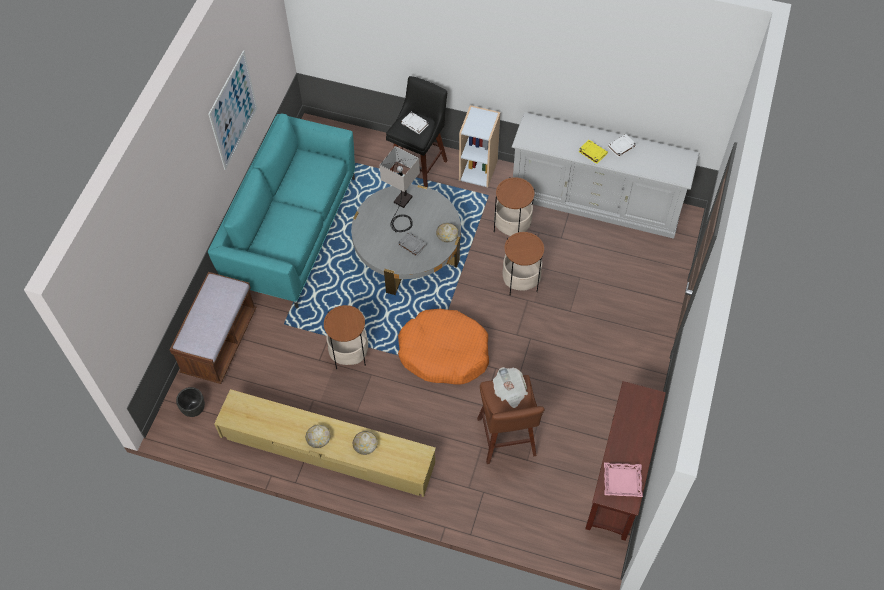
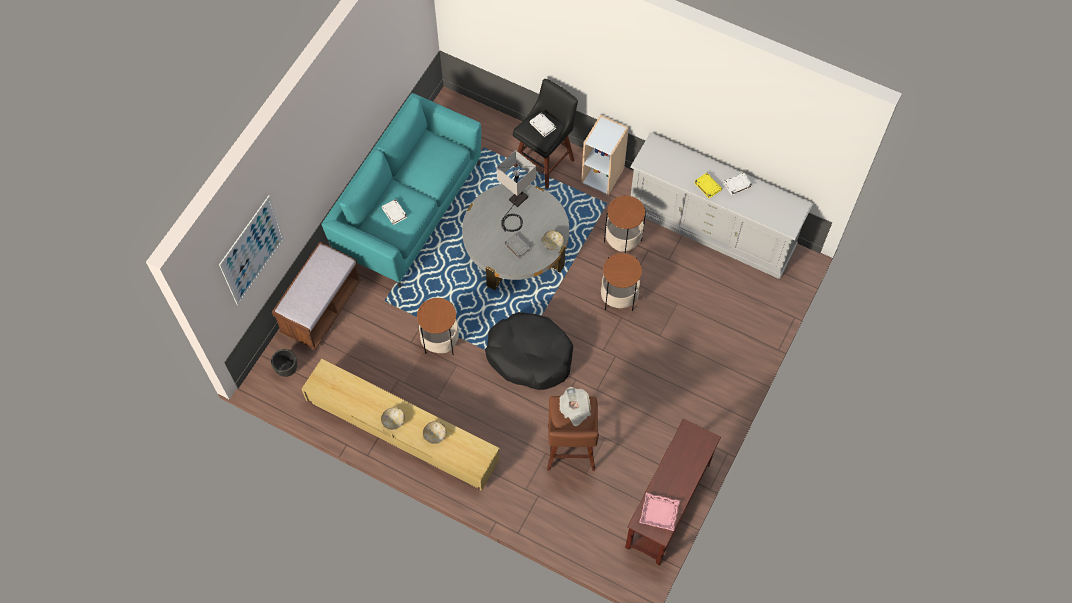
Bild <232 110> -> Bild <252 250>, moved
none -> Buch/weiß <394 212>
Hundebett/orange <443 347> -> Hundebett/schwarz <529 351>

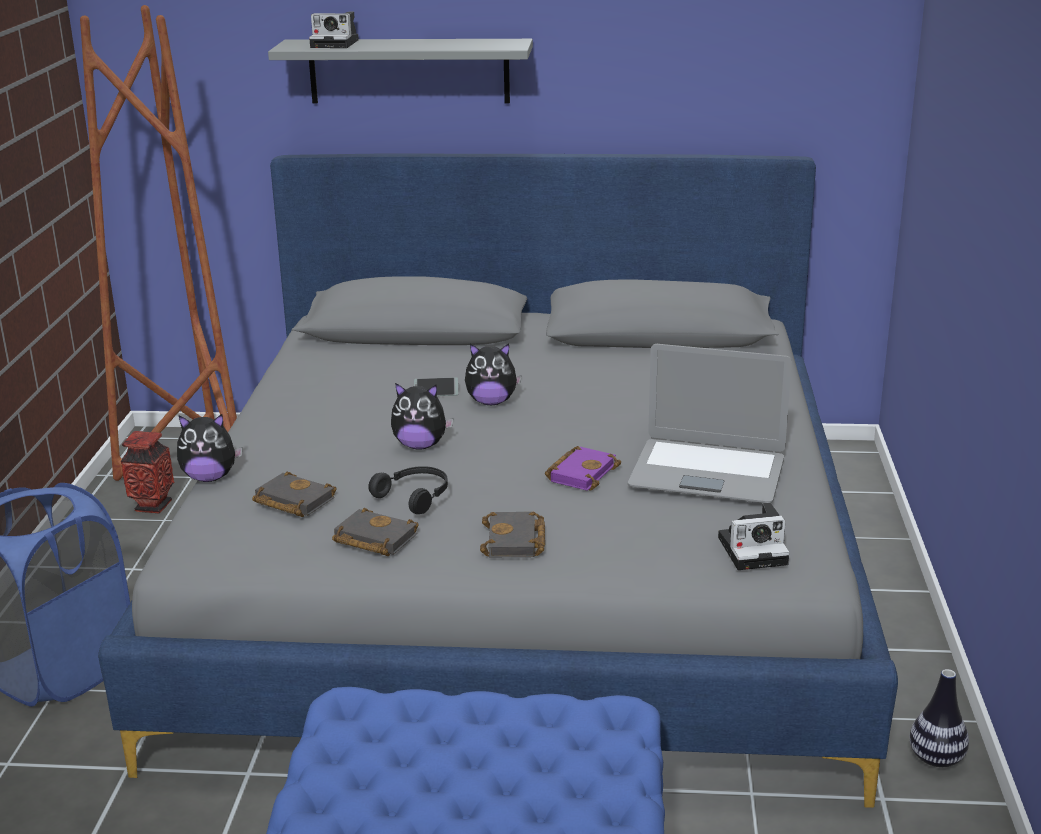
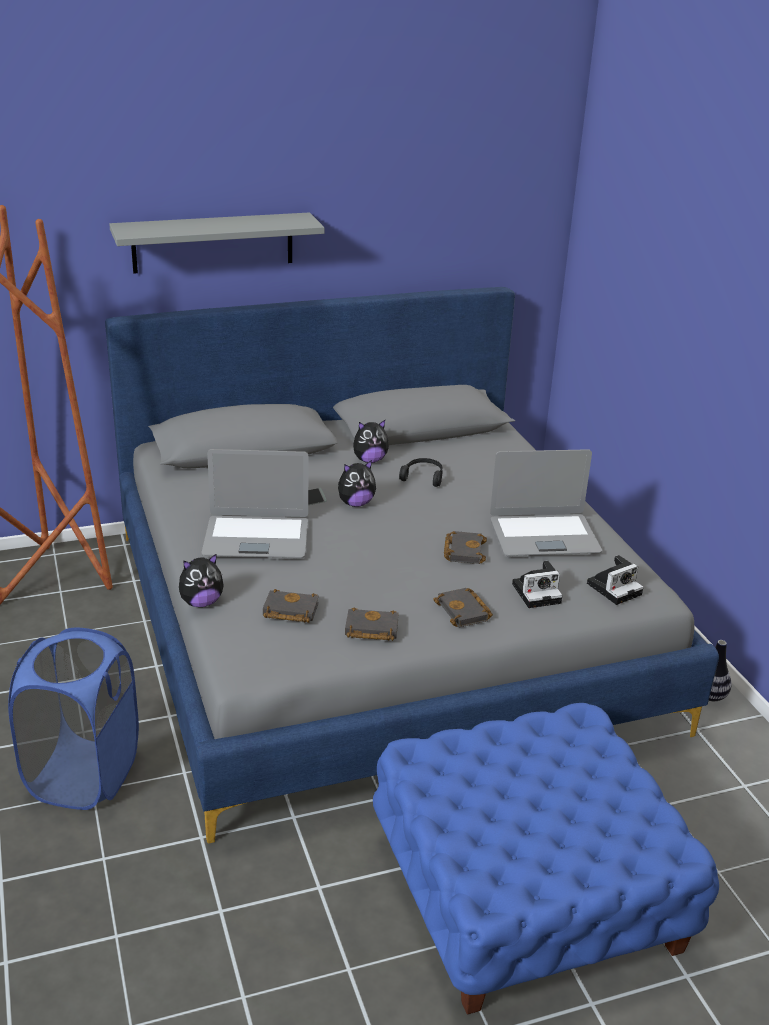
none -> Laptop <255 503>
Plüschtier <422 416> -> Plüschtier <371 441>, moved
Kopfhörer/schwarz <408 490> -> Kopfhörer/schwarz <421 472>, moved
Buch/lila <583 468> -> Buch/schwarz <465 547>
Kamera <334 30> -> Kamera <537 584>, moved
Vase <147 472> -> none

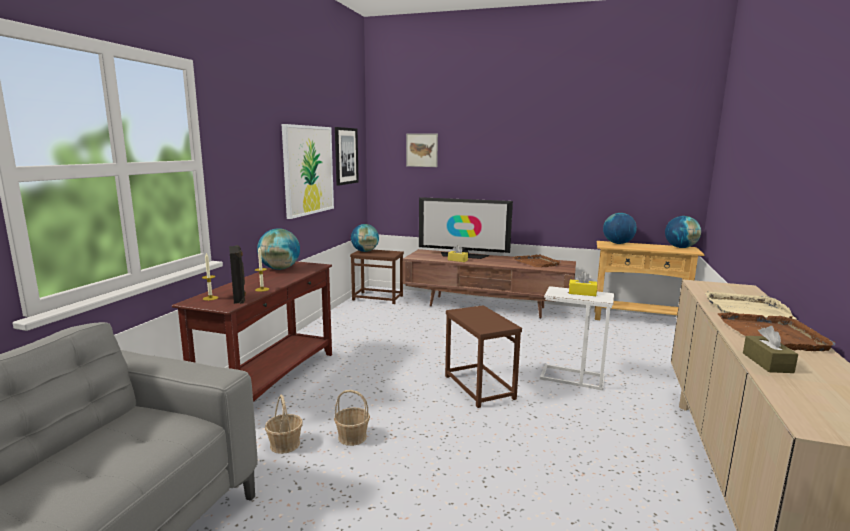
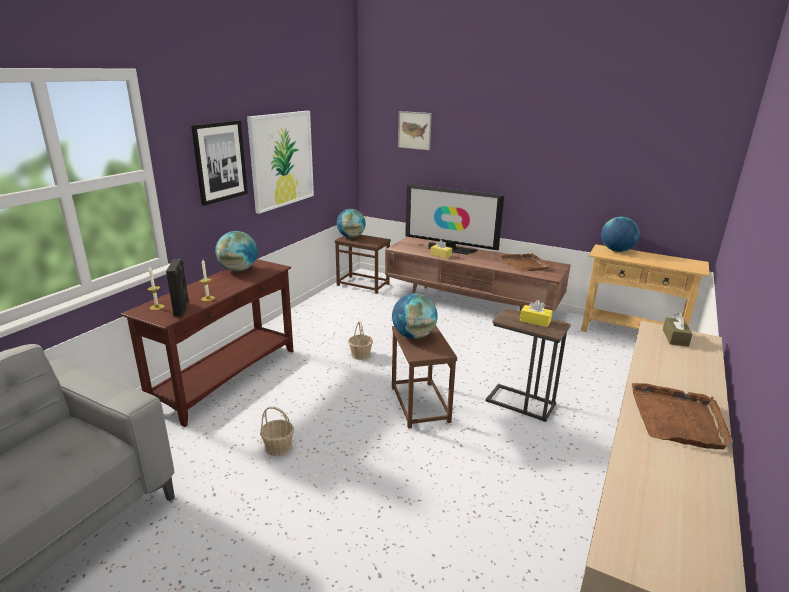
Bild <347 156> -> Bild <219 163>, moved
Korb <284 424> -> Korb <360 340>, moved
Globus <683 232> -> Globus <415 316>, moved
Beistelltisch/weiß <577 338> -> Beistelltisch/braun <528 365>
Taschentuchbox/braun <770 349> -> Taschentuchbox/braun <677 329>, moved
Tablett/beige <751 304> -> none

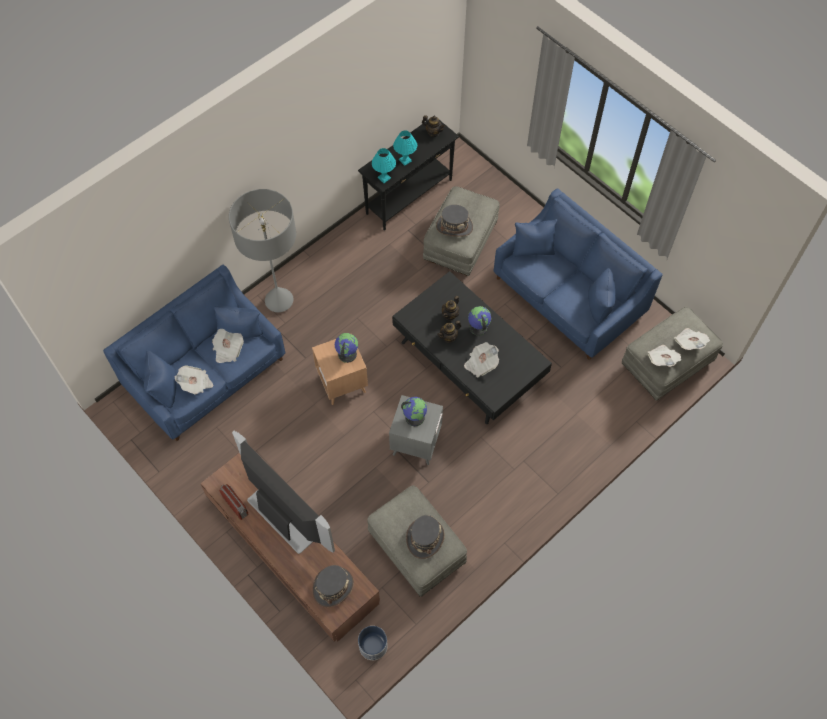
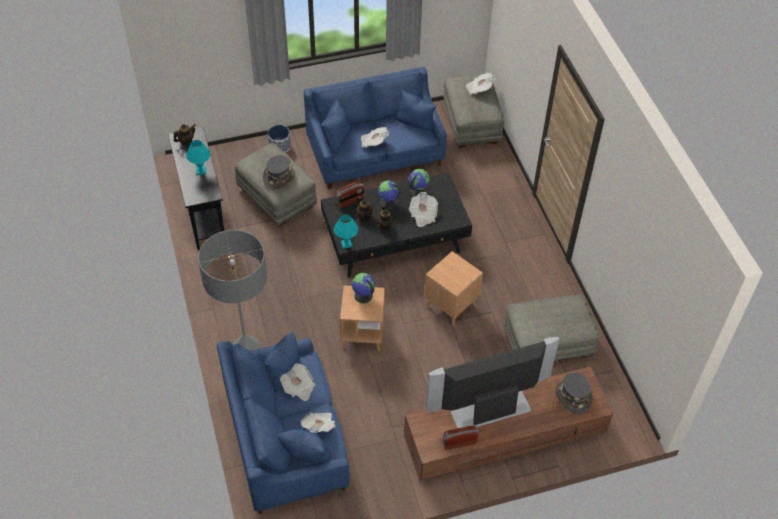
Pflanzkübel <373 643> -> Pflanzkübel <279 139>, moved
Tischlampe/türkis <384 165> -> Tischlampe/türkis <346 232>, moved
none -> Radio <350 194>
Zeitung <664 356> -> Zeitung <375 137>, moved
Globus <414 411> -> Globus <419 182>, moved
Beistelltisch/grau <416 430> -> Beistelltisch/braun <453 288>
Hut/grau <425 537> -> none

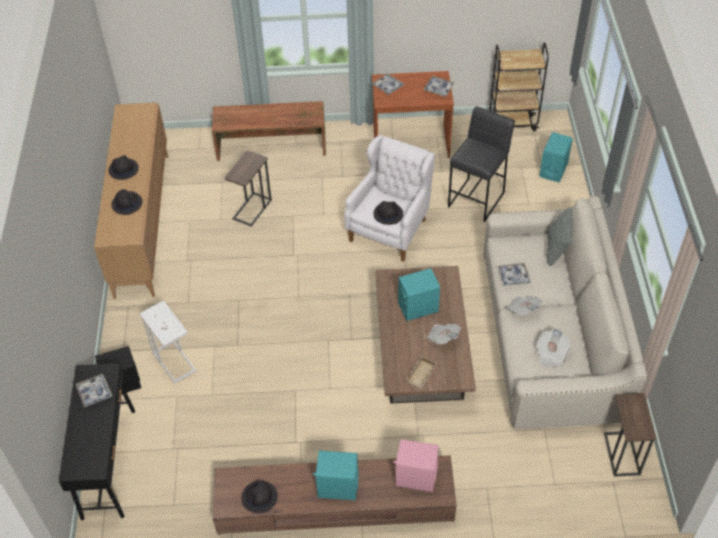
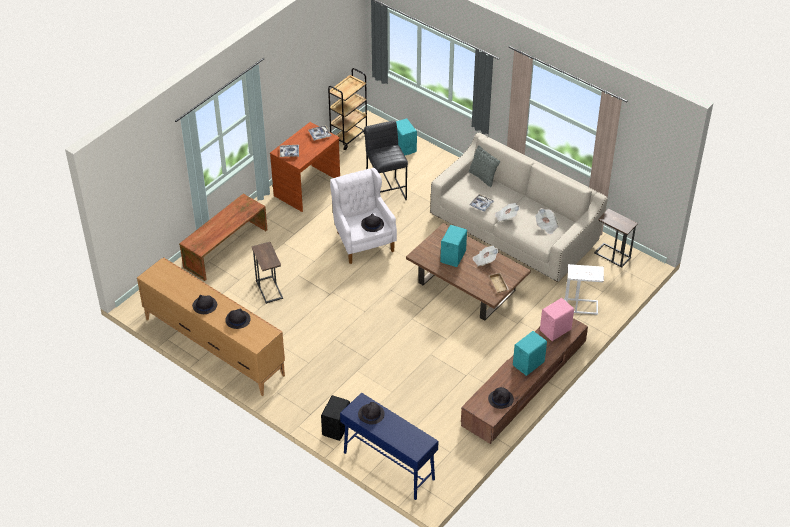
Konsolentisch/schwarz <97 441> -> Konsolentisch/blau <389 446>
Tablett <93 391> -> Hut/schwarz <371 413>
Beistelltisch/weiß <168 342> -> Beistelltisch/weiß <584 289>, moved

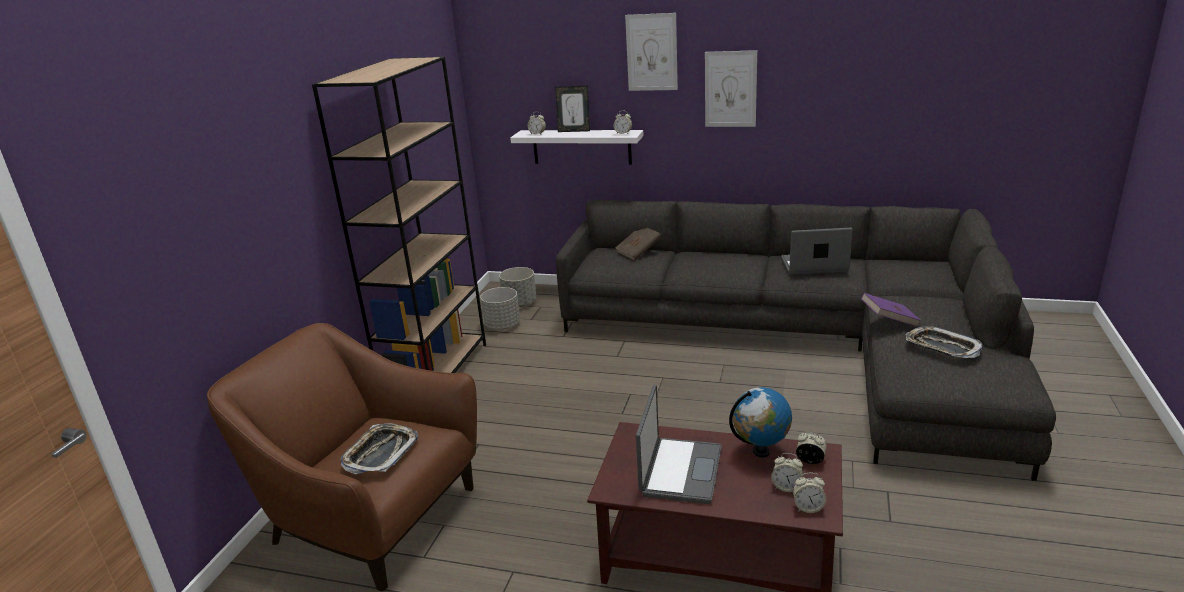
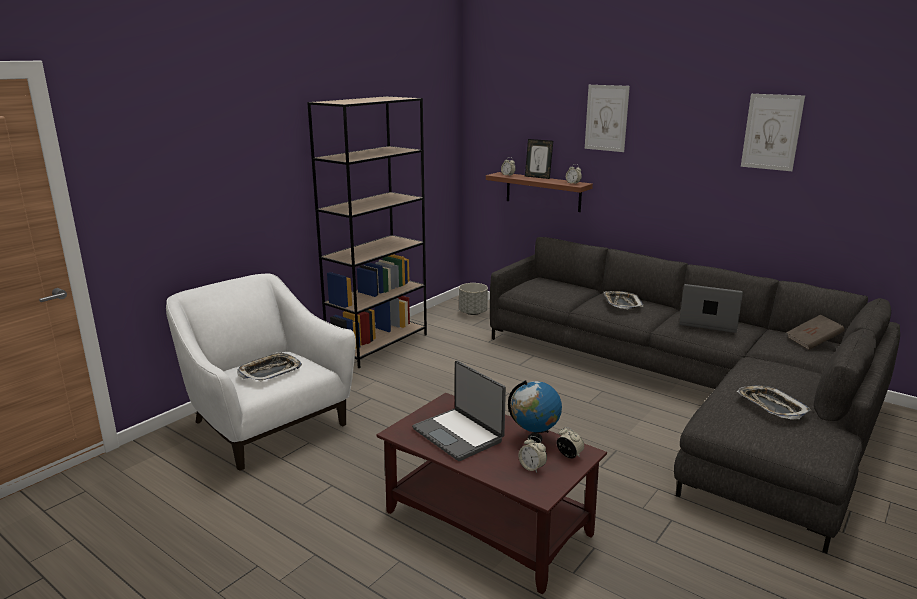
Sessel/braun <342 457> -> Sessel/weiß <261 371>
Laptop <679 444> -> Laptop <459 411>, 105 degrees clockwise
Wandregal/weiß <577 147> -> Wandregal/braun <539 192>
none -> Tablett <623 300>
Bild <731 88> -> Bild <773 132>, moved
Buch/braun <638 244> -> Buch/braun <815 332>, moved
Pflanzkübel/grau <500 308> -> none
Wecker <809 493> -> none
Buch/lila <891 310> -> none

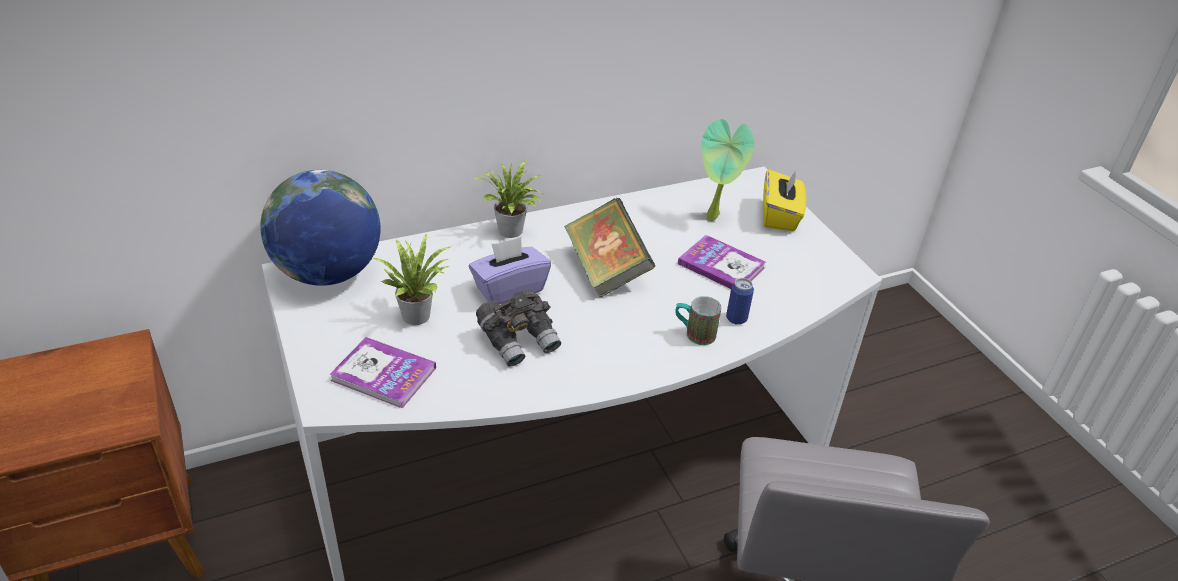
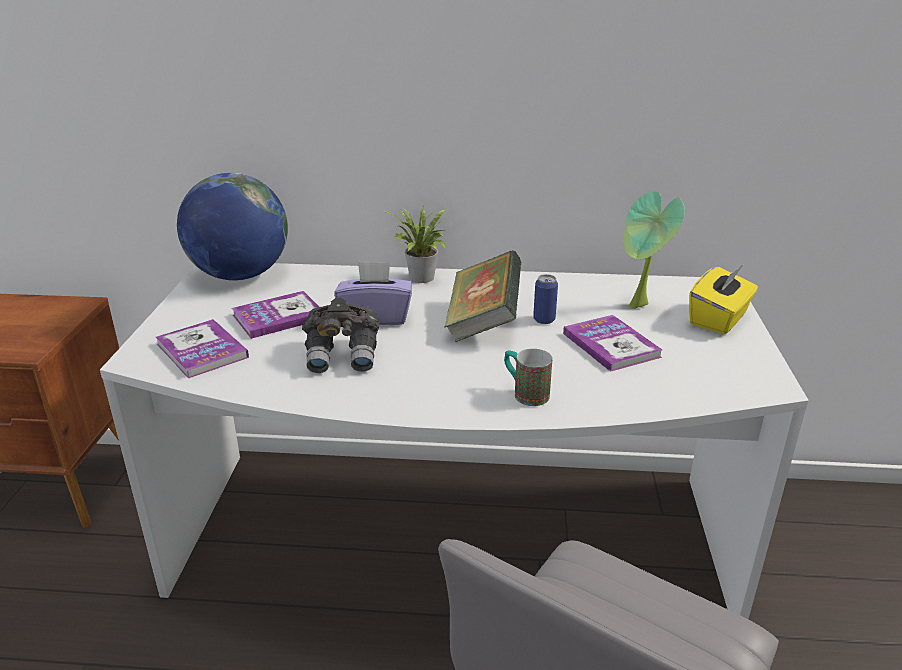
Topfpflanze <413 279> -> Buch <275 315>
Dose <740 301> -> Dose <545 299>, moved

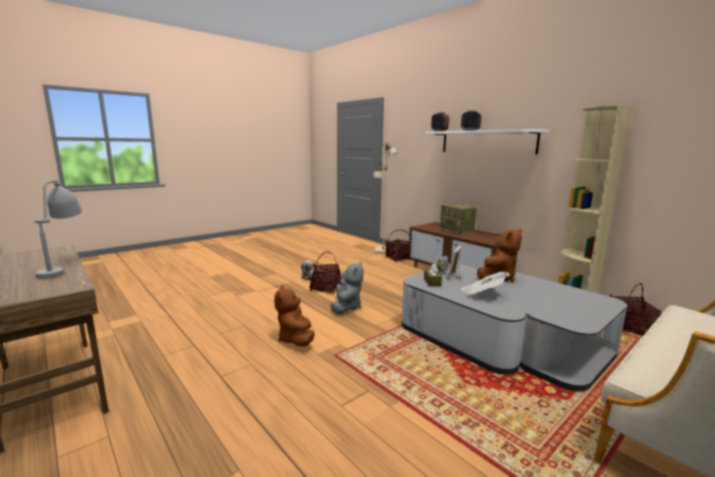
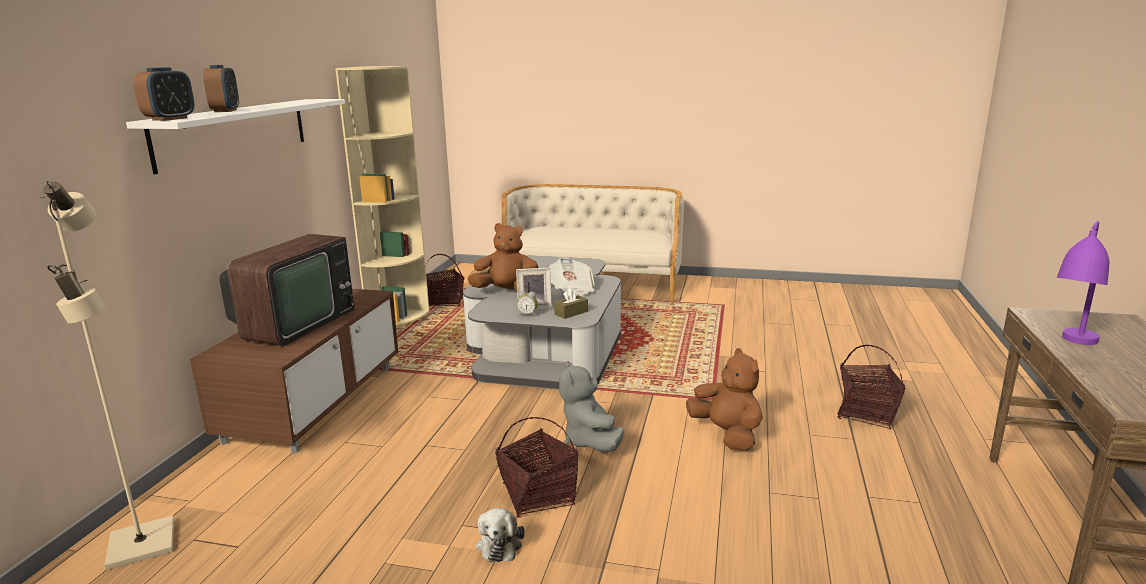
Radio <458 219> -> Fernseher <287 290>
Plüschtier/grau <347 288> -> Plüschtier/grau <591 406>, 75 degrees counterclockwise
Plüschtier/braun <294 315> -> Plüschtier/braun <724 399>, 75 degrees counterclockwise
Korb <397 246> -> Korb <871 387>, moved
Tischlampe/grau <58 229> -> Tischlampe/lila <1083 283>

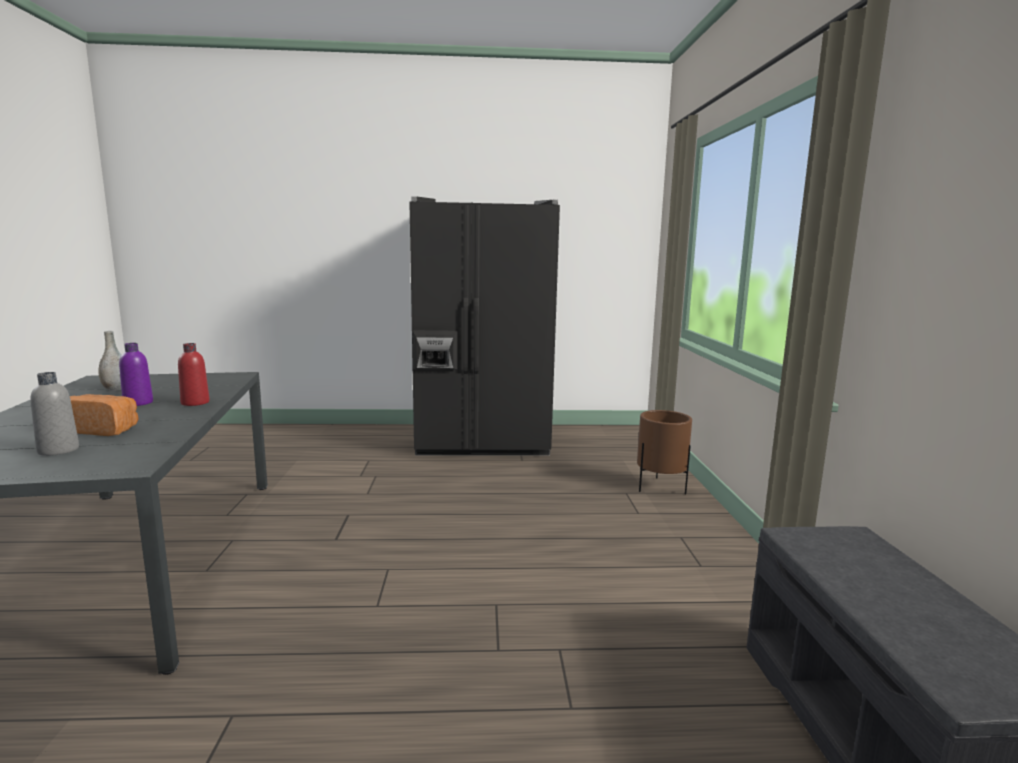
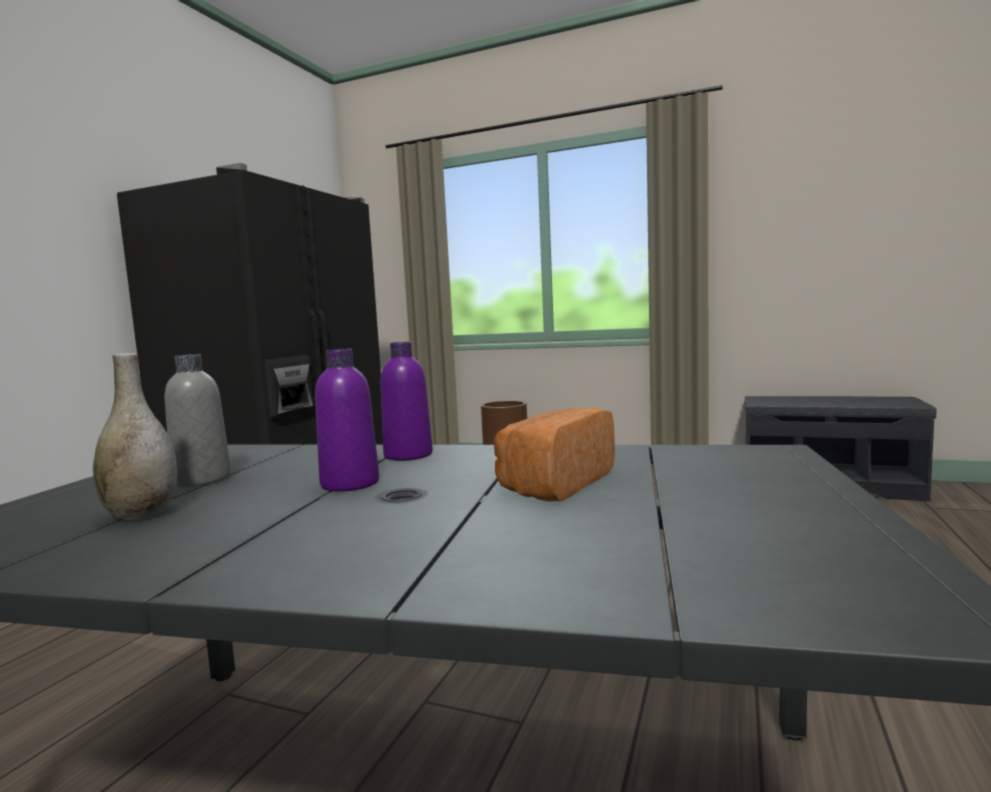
Flasche/grau <54 414> -> Flasche/grau <198 420>, moved
Flasche/rot <194 374> -> Flasche/lila <407 401>

